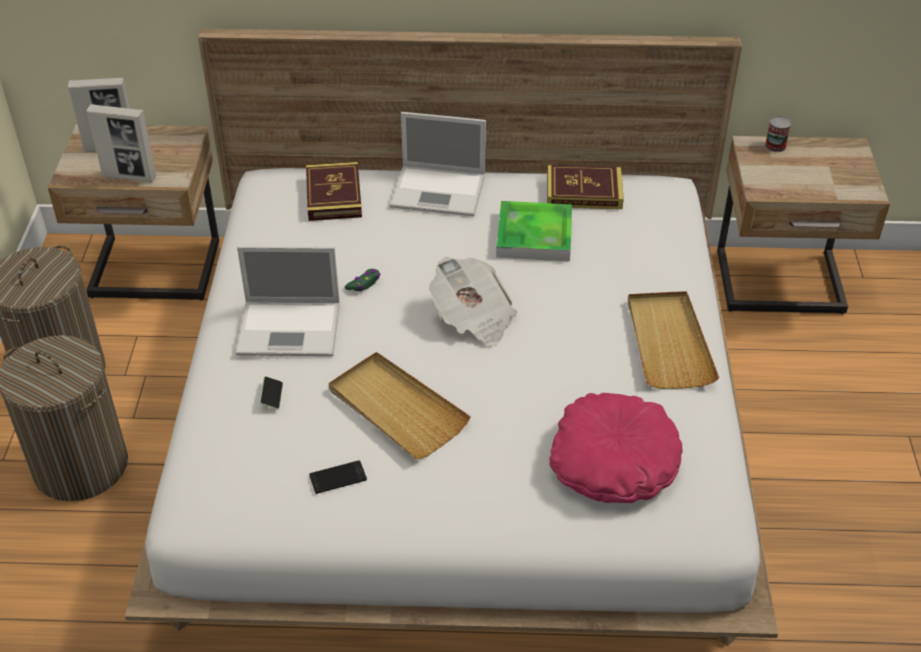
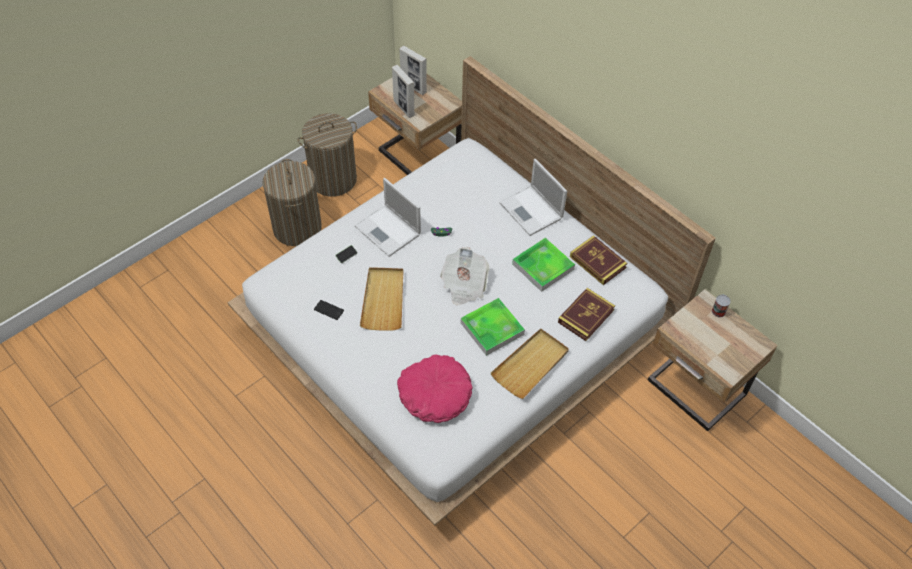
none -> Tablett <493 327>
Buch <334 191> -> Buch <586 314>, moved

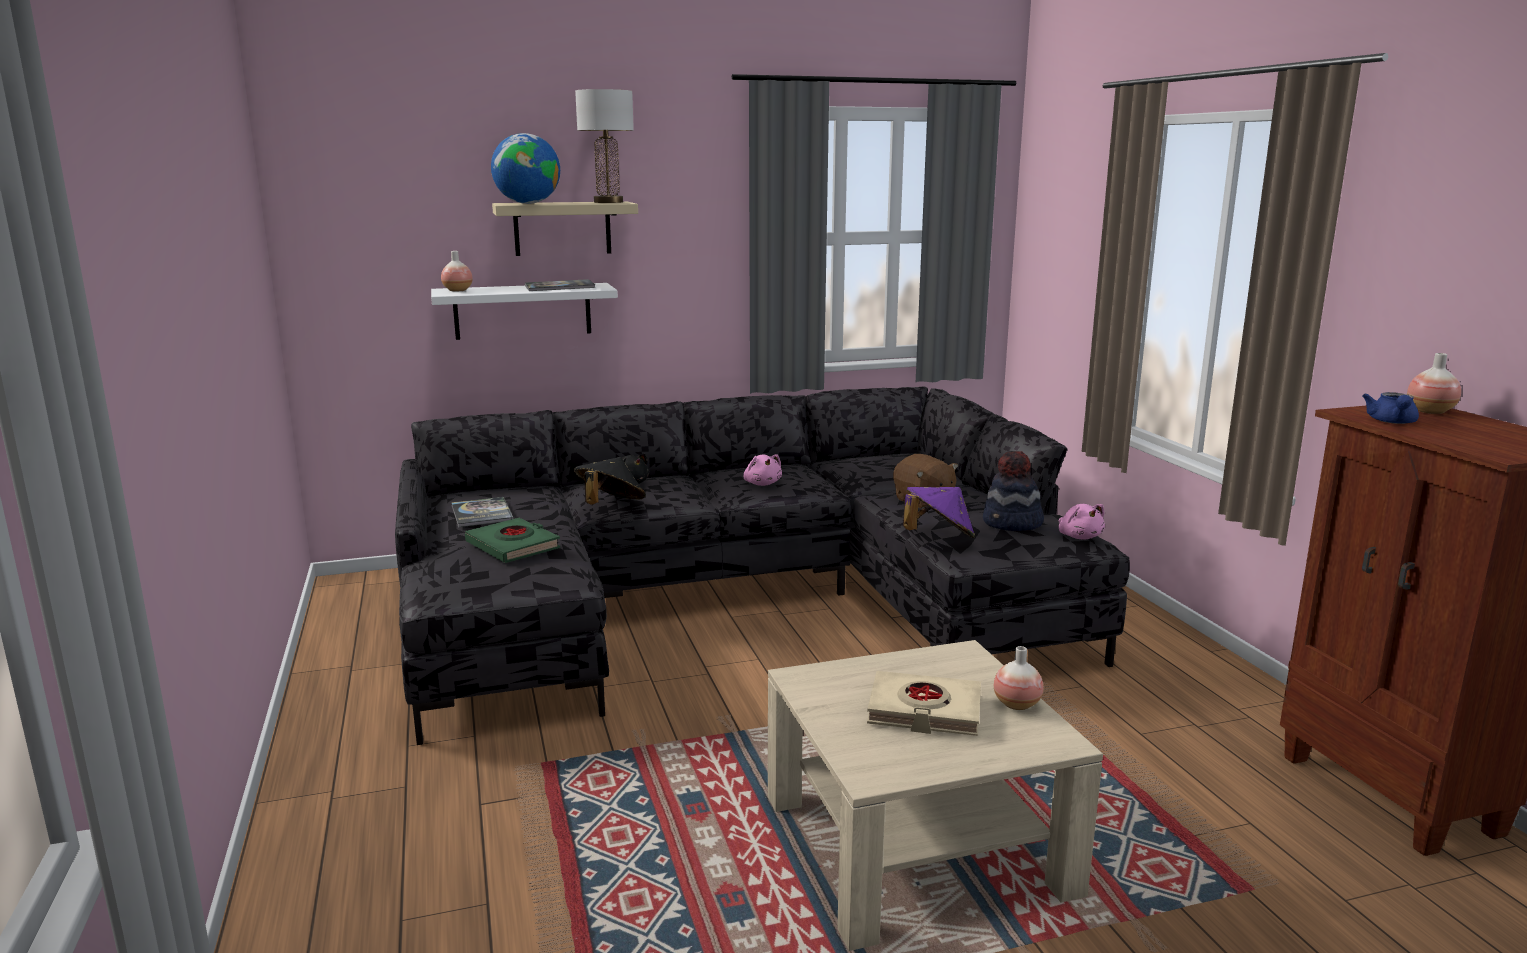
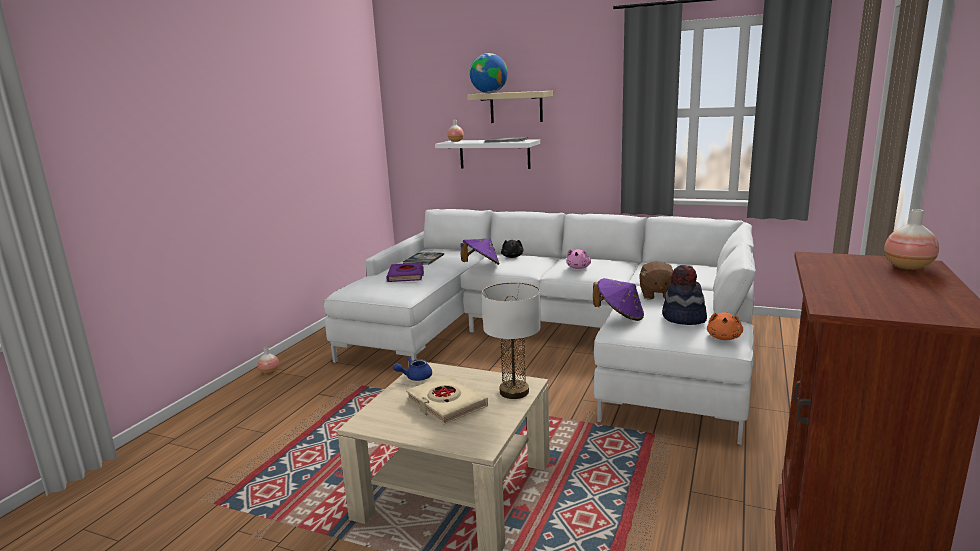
Vase <1018 678> -> Vase <268 360>, moved
Sofa/schwarz <762 565> -> Sofa/weiß <540 327>
Buch/grün <512 540> -> Buch/lila <405 272>
Teekanne/blau <1390 408> -> Teekanne/blau <412 369>, moved
Hut/schwarz <610 480> -> Hut/lila <480 251>
Tischlampe <604 146> -> Tischlampe <511 340>, moved
Plüschtier/rosa <1081 522> -> Plüschtier/orange <725 326>

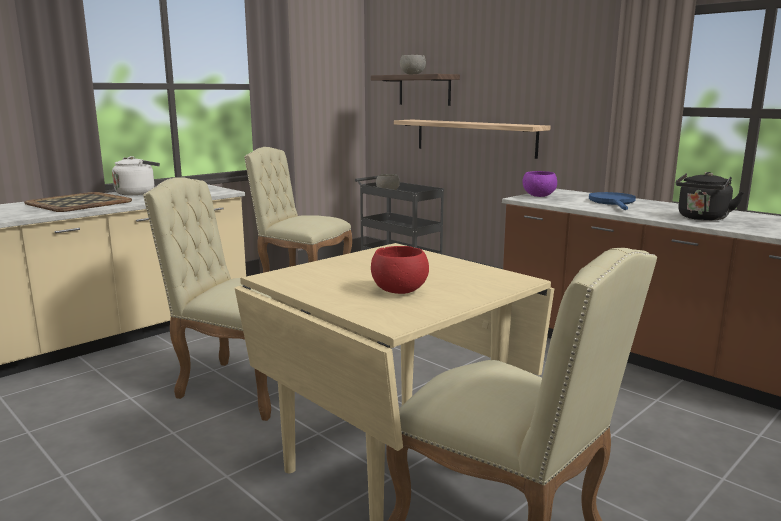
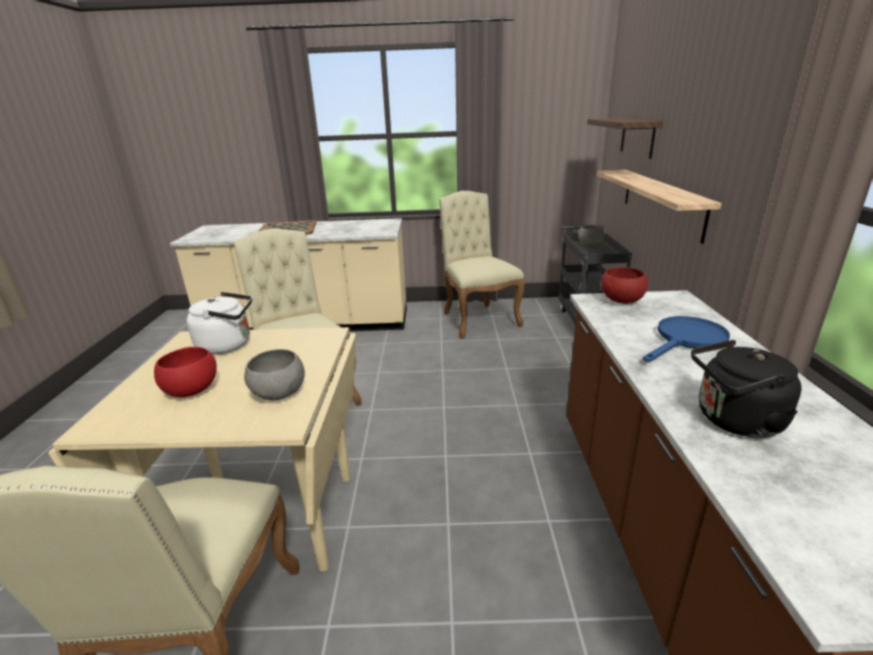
Wasserkessel/weiß <136 175> -> Wasserkessel/weiß <219 323>, moved
Schüssel/grau <413 64> -> Schüssel/grau <274 374>, moved
Schüssel/lila <539 184> -> Schüssel/rot <624 285>

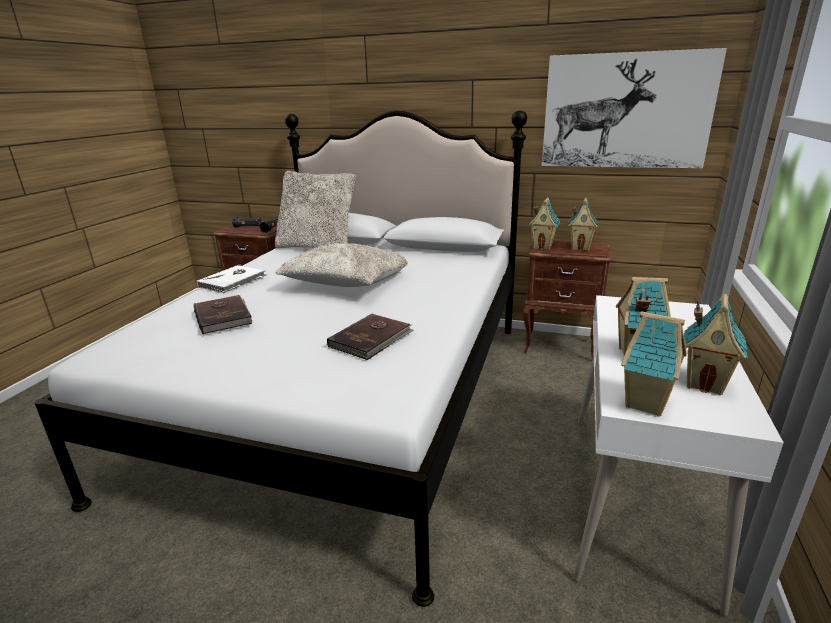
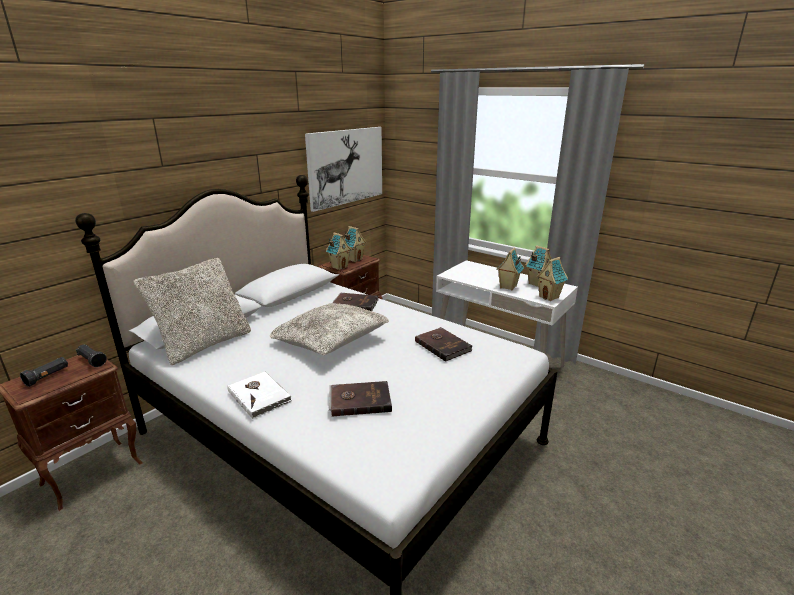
none -> Buch/braun <355 302>

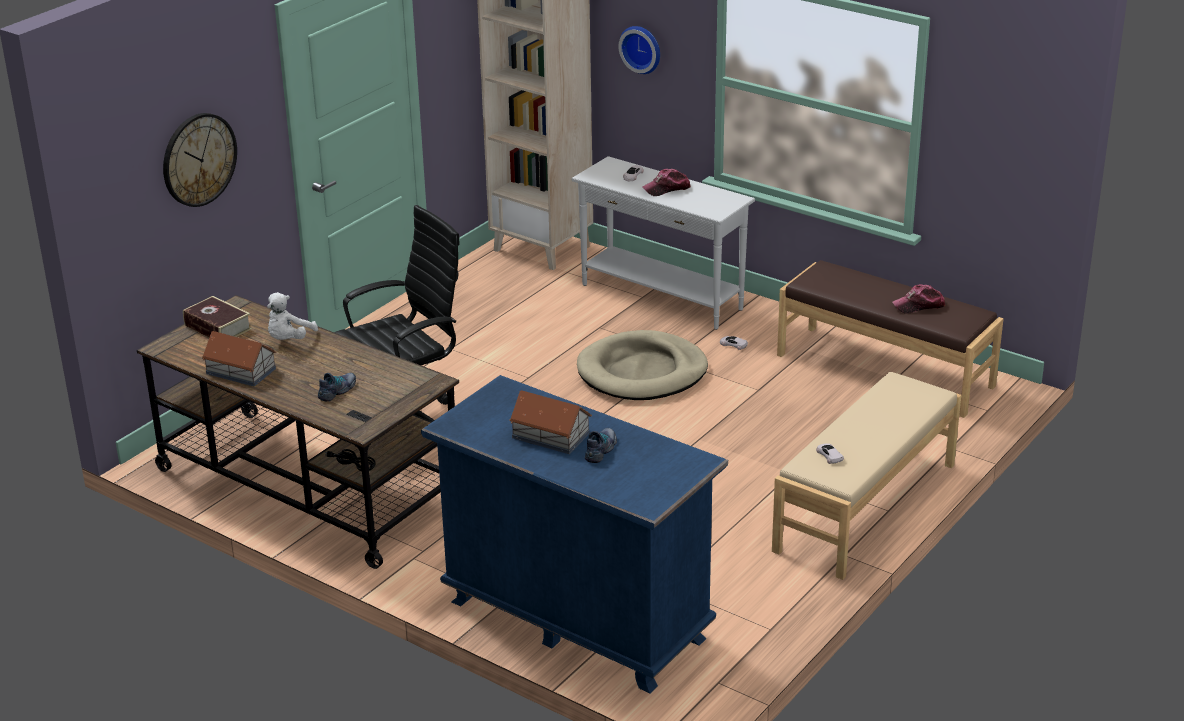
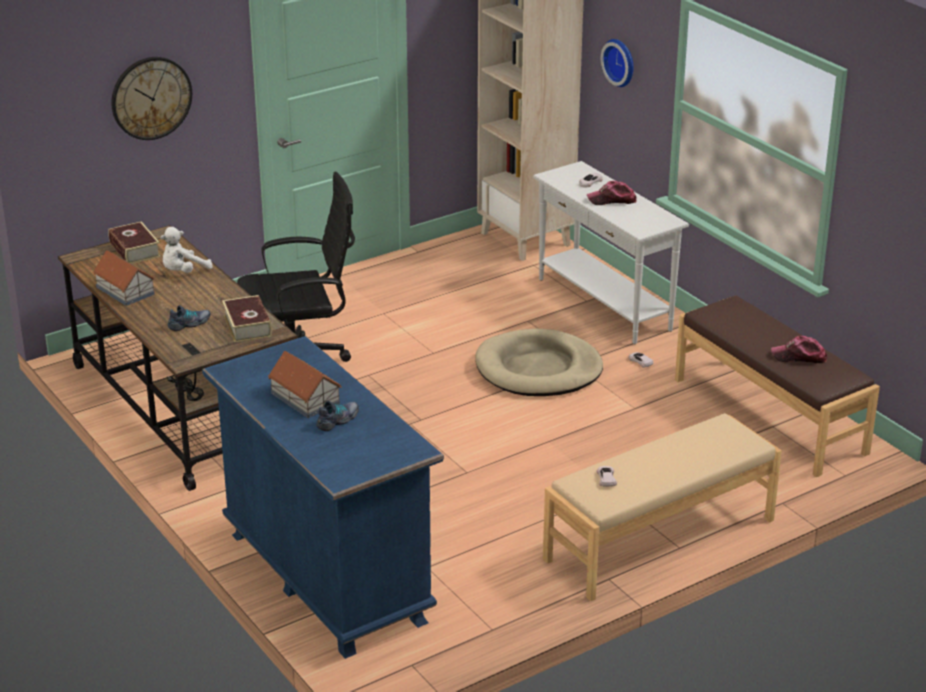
none -> Buch <247 319>

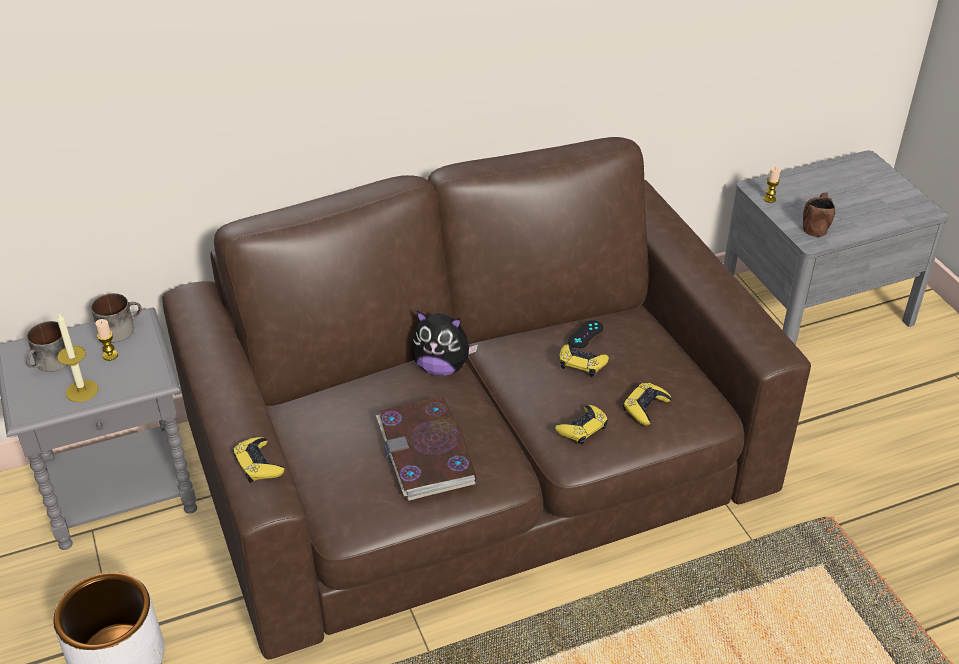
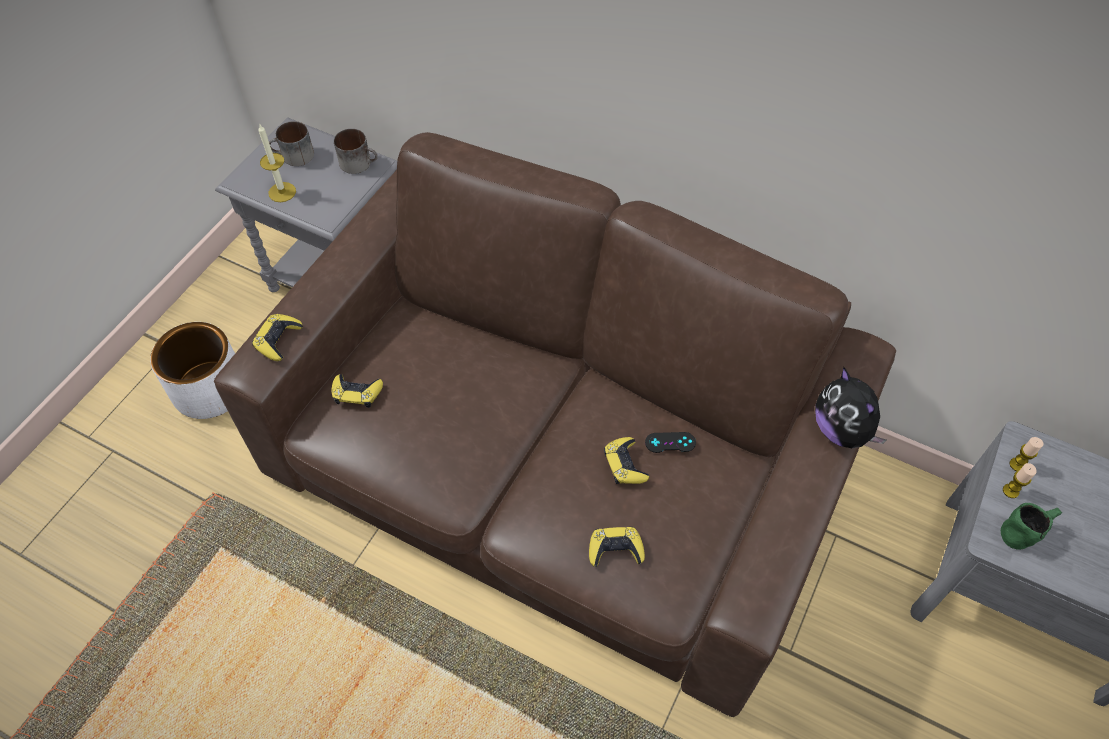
Gamepad/gelb <581 425> -> Gamepad/gelb <357 391>, moved
Plüschtier <444 343> -> Plüschtier <851 407>, moved
Henkelbecher/braun <819 214> -> Henkelbecher/grün <1031 526>
Kerze <106 340> -> Kerze <1020 480>, moved
Buch <426 449> -> none

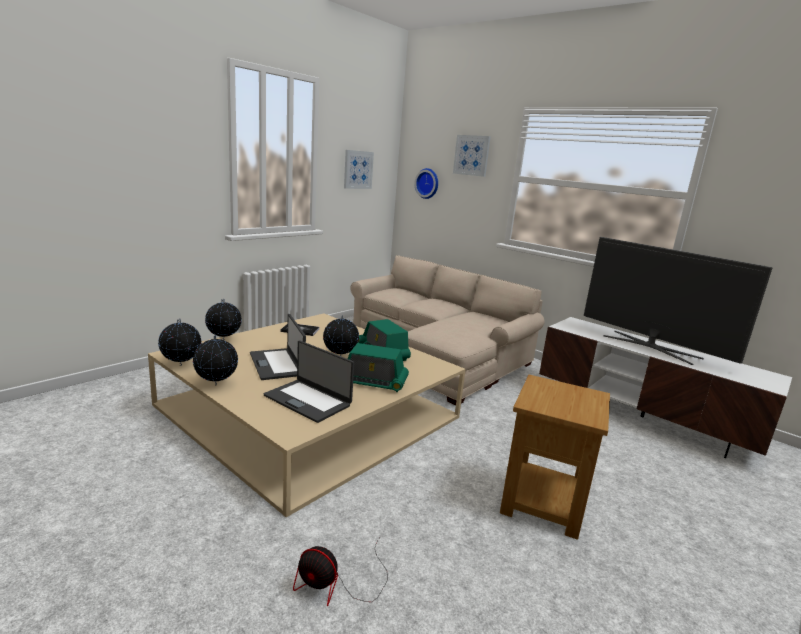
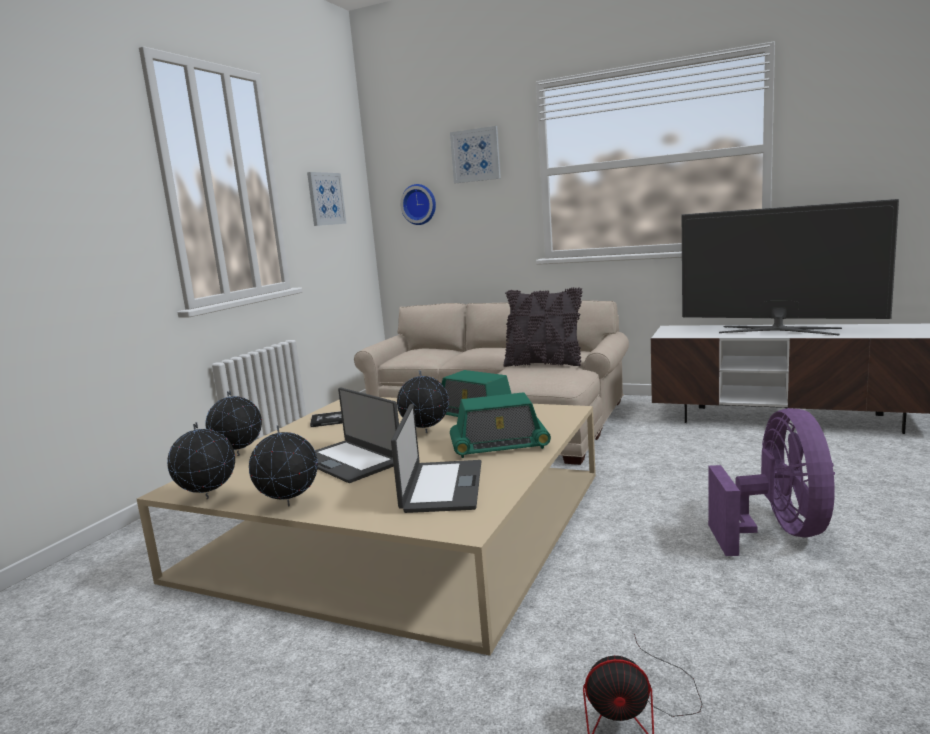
Laptop <309 381> -> Laptop <436 458>, 105 degrees counterclockwise
none -> Kissen/schwarz <543 327>
Beistelltisch/braun <555 457> -> Ventilator/lila <771 482>

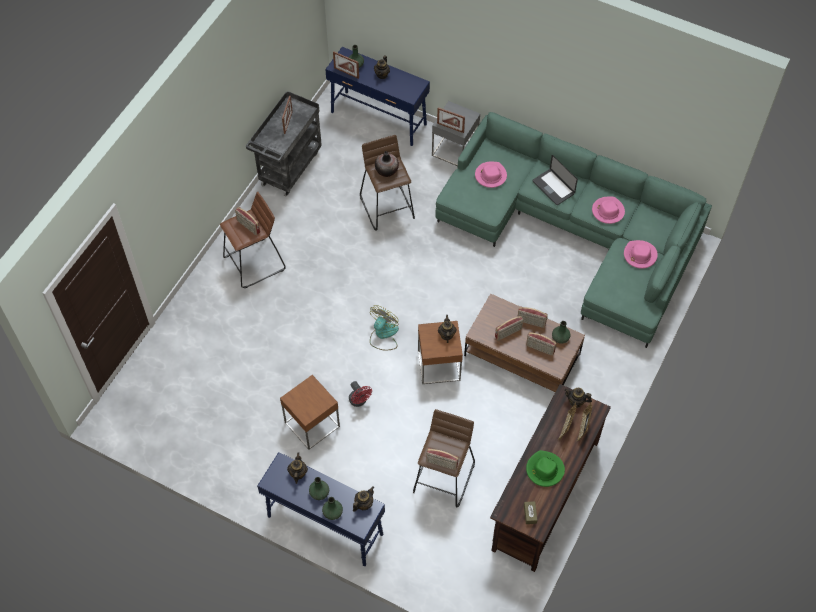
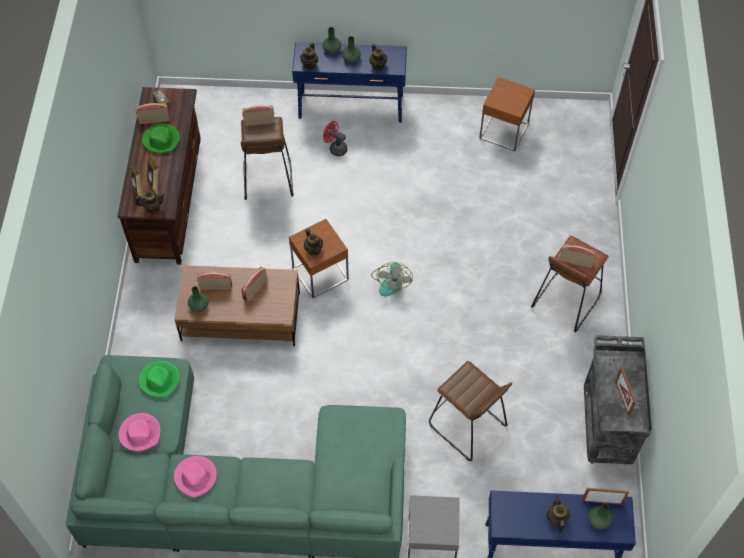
Radio <532 317> -> Radio <152 113>, moved
none -> Hut/grün <159 379>
Ventilator/rot <360 394> -> Ventilator/rot <335 138>, moved
Beistelltisch/braun <310 412> -> Beistelltisch/braun <507 114>, moved
Vase <387 164> -> none
Bilderrahmen <451 120> -> none
Hut/rosa <491 175> -> none
Laptop <555 180> -> none

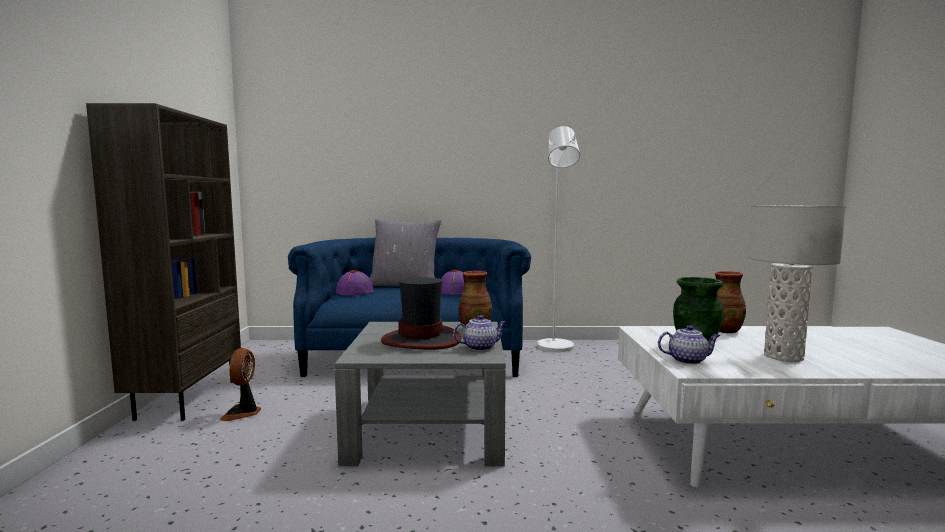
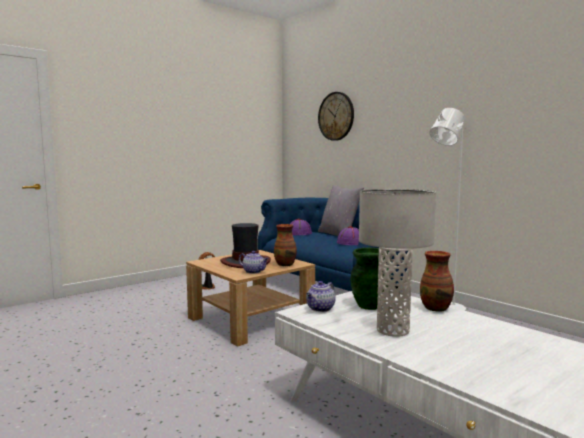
Couchtisch/grau <420 394> -> Couchtisch/braun <250 298>
Teekanne <689 344> -> Teekanne <321 296>, 75 degrees clockwise
none -> Wanduhr <336 116>
Bücherregal/braun <163 262> -> none

